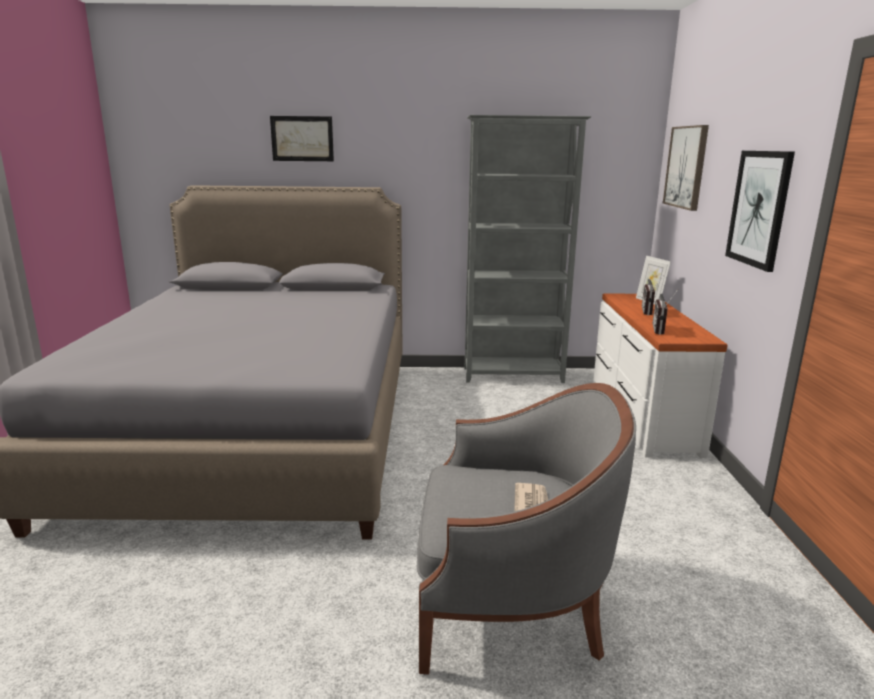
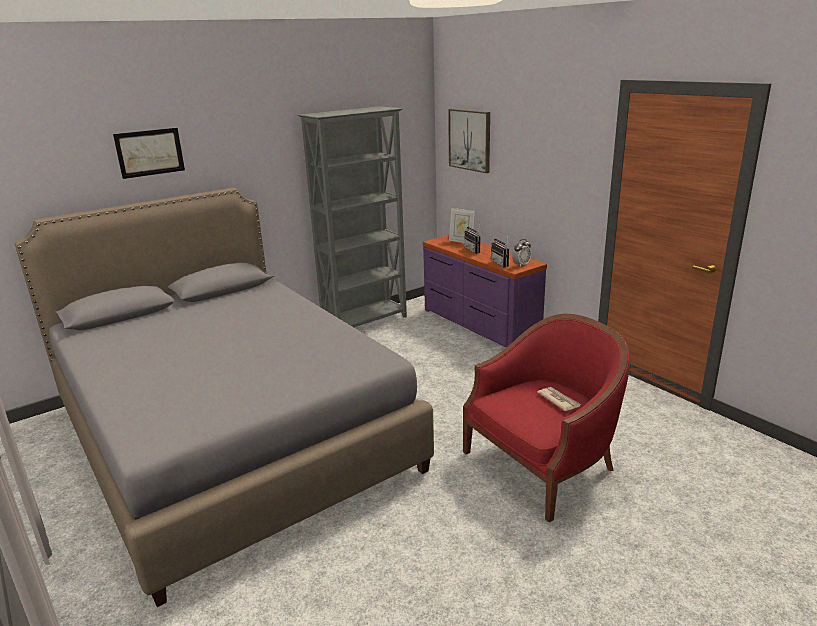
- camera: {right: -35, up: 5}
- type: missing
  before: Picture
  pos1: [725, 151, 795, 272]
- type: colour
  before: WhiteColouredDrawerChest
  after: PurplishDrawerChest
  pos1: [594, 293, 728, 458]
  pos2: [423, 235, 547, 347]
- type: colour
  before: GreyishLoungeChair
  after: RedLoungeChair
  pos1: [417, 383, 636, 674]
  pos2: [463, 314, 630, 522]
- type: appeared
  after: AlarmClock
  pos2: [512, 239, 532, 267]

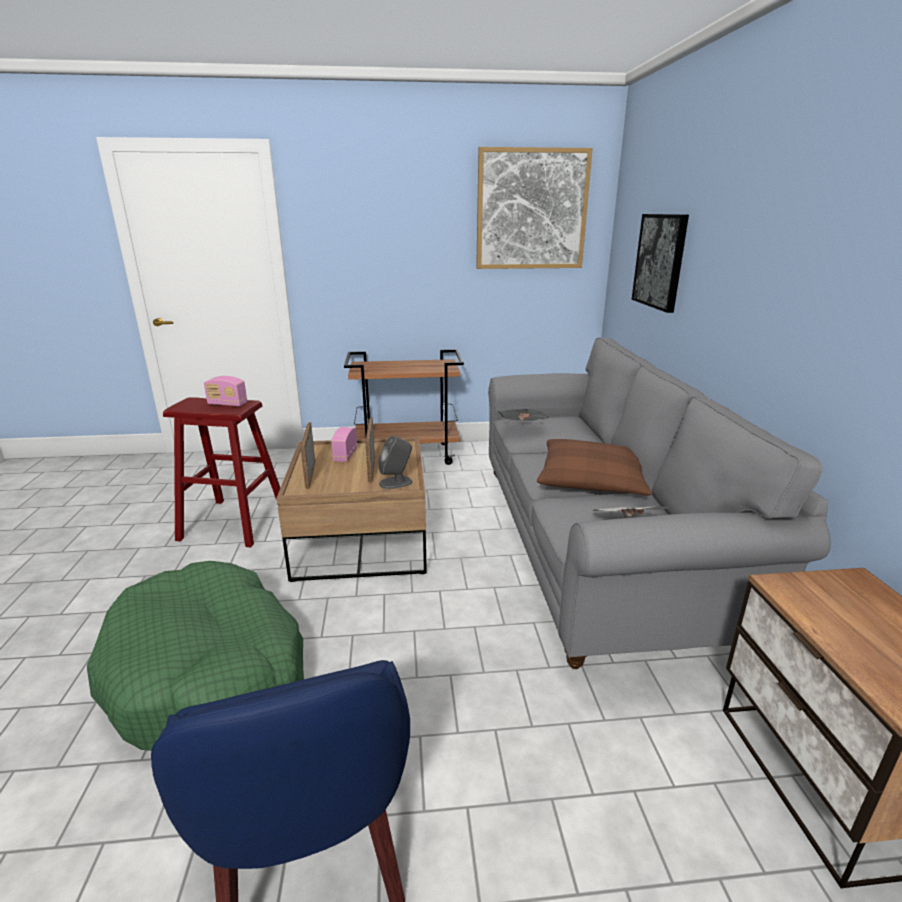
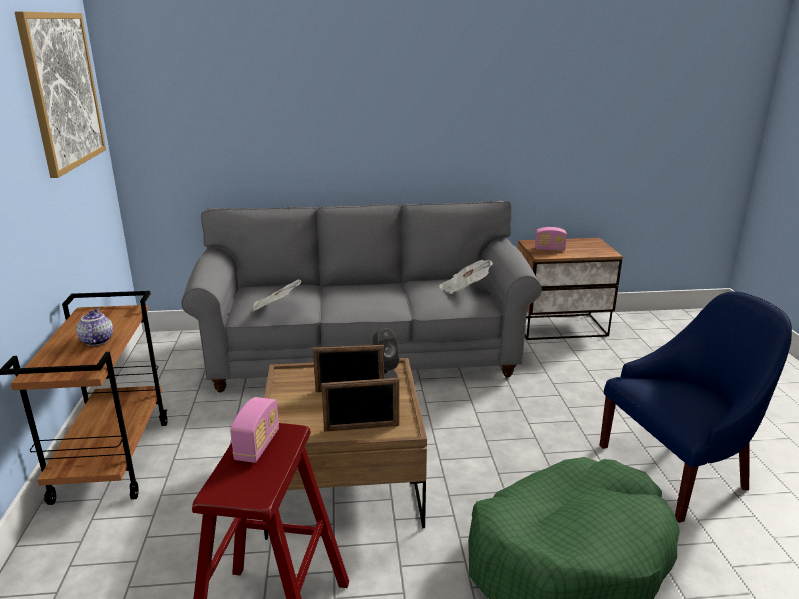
- camera: {right: -90, up: 0}
- type: missing
  before: Picture
  pos1: [631, 214, 689, 313]
- type: relocated
  before: RadioReceiver
  pos1: [331, 427, 357, 462]
  pos2: [535, 227, 567, 251]
- type: missing
  before: BrownColouredCushion
  pos1: [537, 439, 652, 496]
- type: appeared
  after: TeaPot
  pos2: [76, 309, 113, 346]

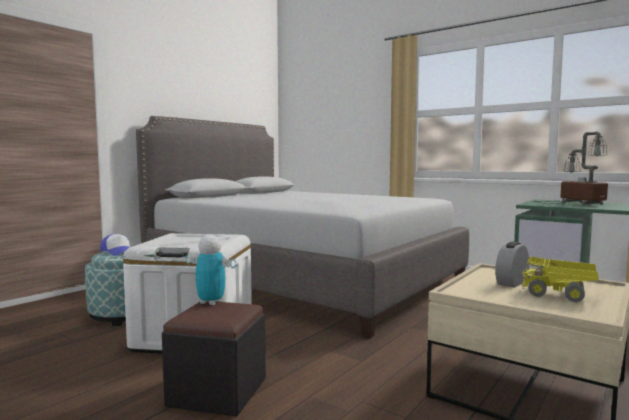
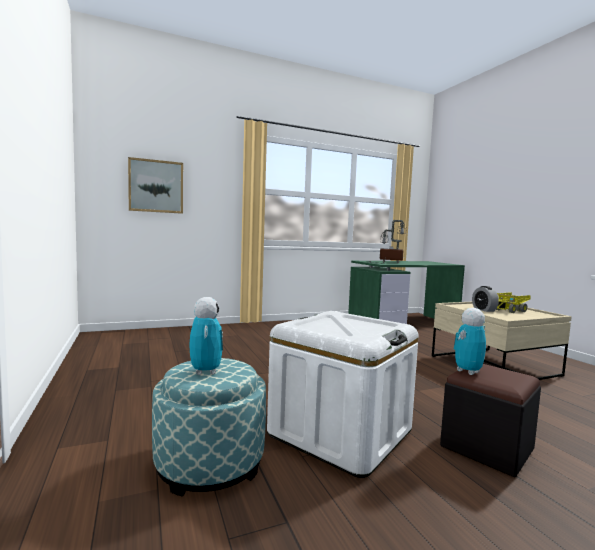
- camera: {right: -60, up: 0}
- type: missing
  before: GreyishSleepingBed
  pos1: [136, 116, 469, 338]
- type: exchanged
  before: BaseballCap
  after: RobotFigure
  pos1: [100, 234, 130, 256]
  pos2: [189, 297, 223, 375]
- type: appeared
  after: Picture
  pos2: [128, 157, 183, 214]

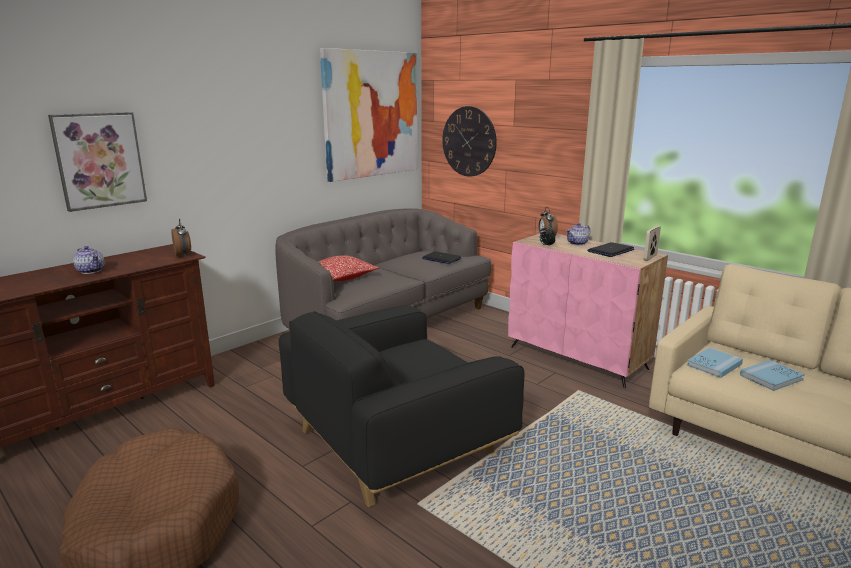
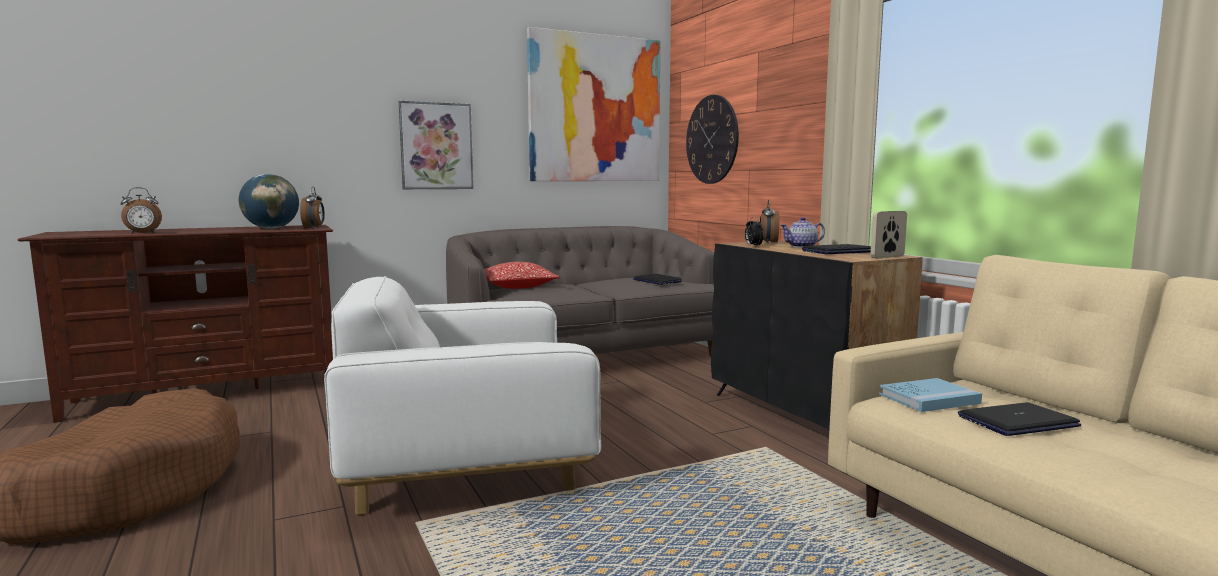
- camera: {right: 20, up: -10}
- type: relocated
  before: Picture
  pos1: [48, 112, 147, 212]
  pos2: [399, 100, 473, 189]
- type: colour
  before: PinkStorageCabinet
  after: BlackColouredStorageCabinet
  pos1: [508, 234, 668, 388]
  pos2: [711, 240, 923, 430]
- type: missing
  before: TeaPot
  pos1: [73, 246, 104, 274]
- type: colour
  before: BlackColouredLoungeChair
  after: WhiteColouredLoungeChair
  pos1: [279, 305, 524, 507]
  pos2: [324, 276, 601, 515]
- type: exchanged
  before: BlueColouredBoundBook
  after: Laptop
  pos1: [740, 360, 805, 391]
  pos2: [958, 402, 1081, 436]
- type: appeared
  after: WorldGlobe
  pos2: [239, 174, 299, 229]
- type: appeared
  after: AlarmClock
  pos2: [121, 187, 162, 234]

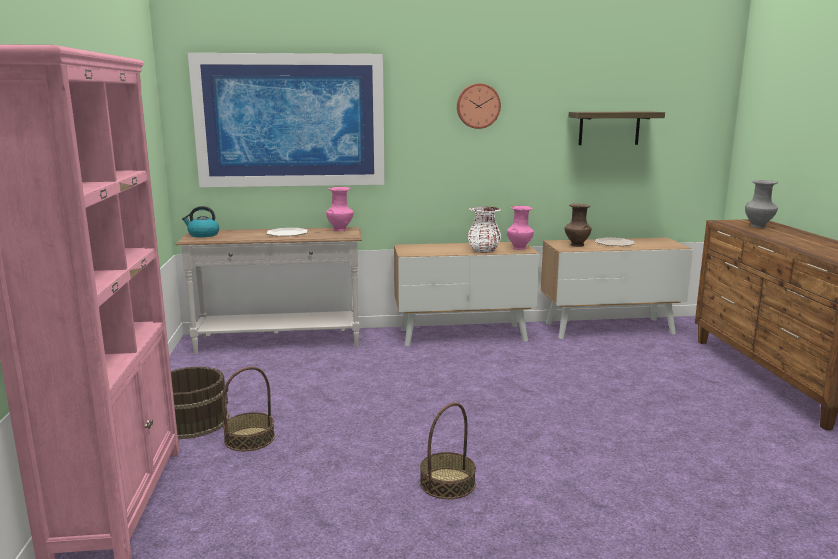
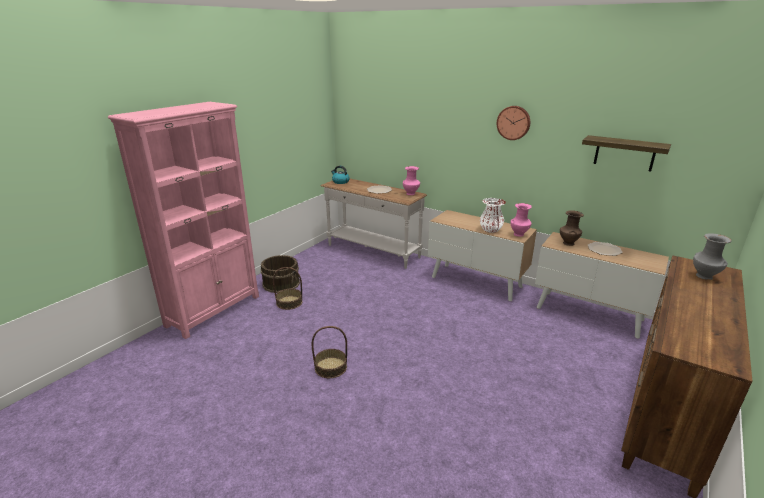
- camera: {right: 40, up: 10}
- type: missing
  before: Picture
  pos1: [188, 53, 385, 187]

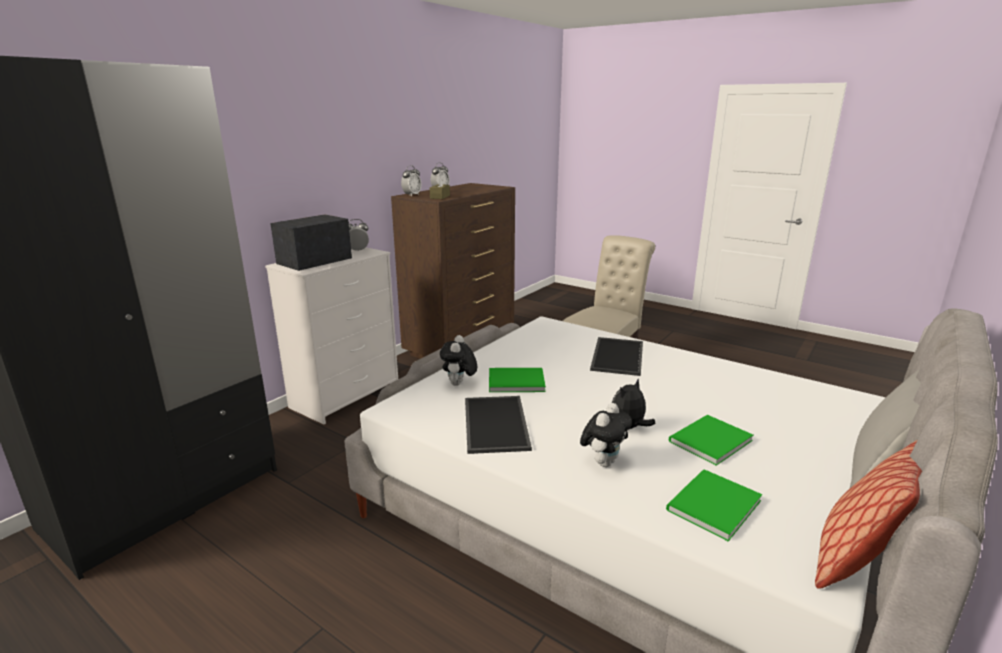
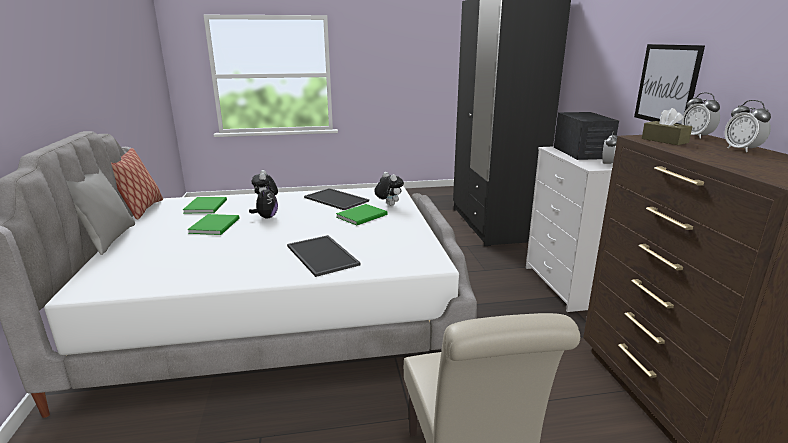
- camera: {right: 135, up: 0}
- type: appeared
  after: Picture
  pos2: [634, 44, 705, 125]

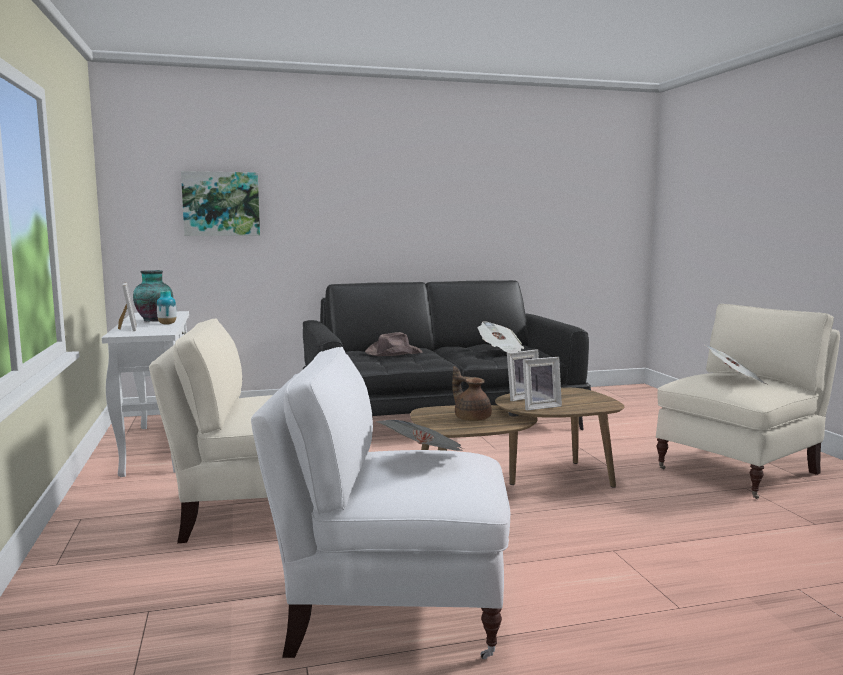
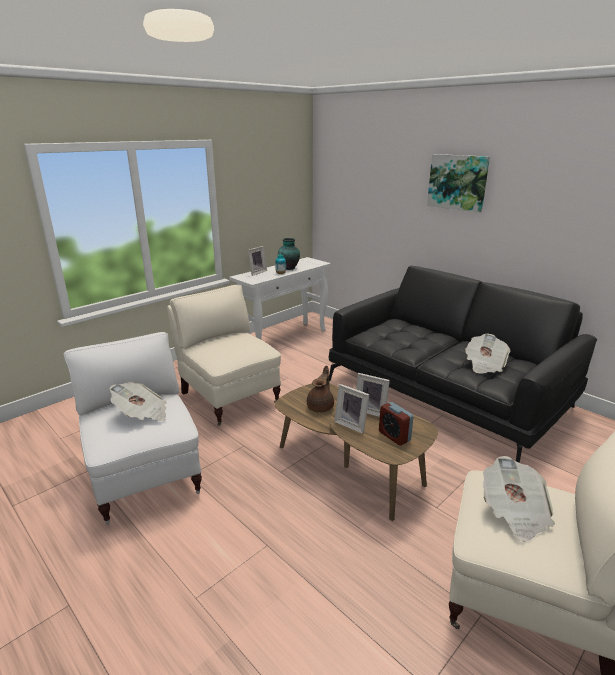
- camera: {right: 60, up: 15}
- type: relocated
  before: Picture
  pos1: [181, 171, 260, 236]
  pos2: [427, 154, 490, 213]
- type: missing
  before: BrownColouredClothingHat
  pos1: [365, 332, 422, 356]
- type: appeared
  after: AlarmClock
  pos2: [379, 402, 413, 446]

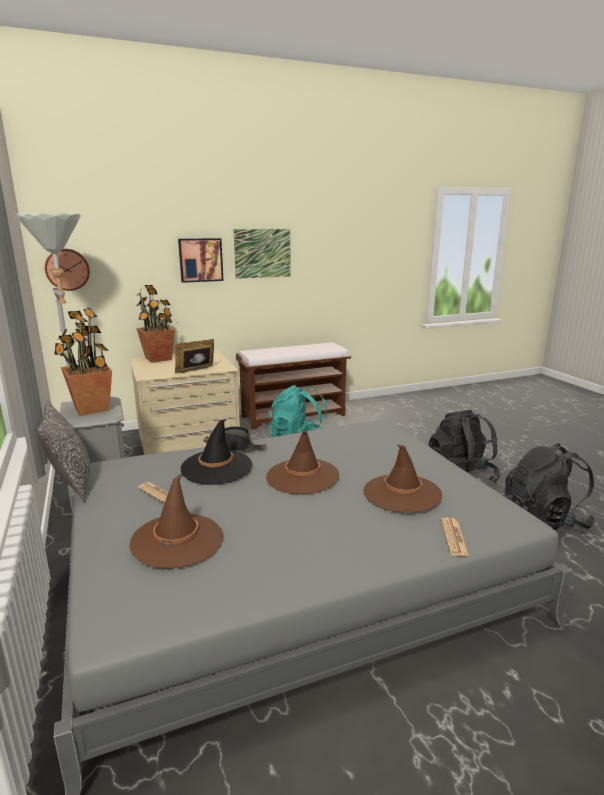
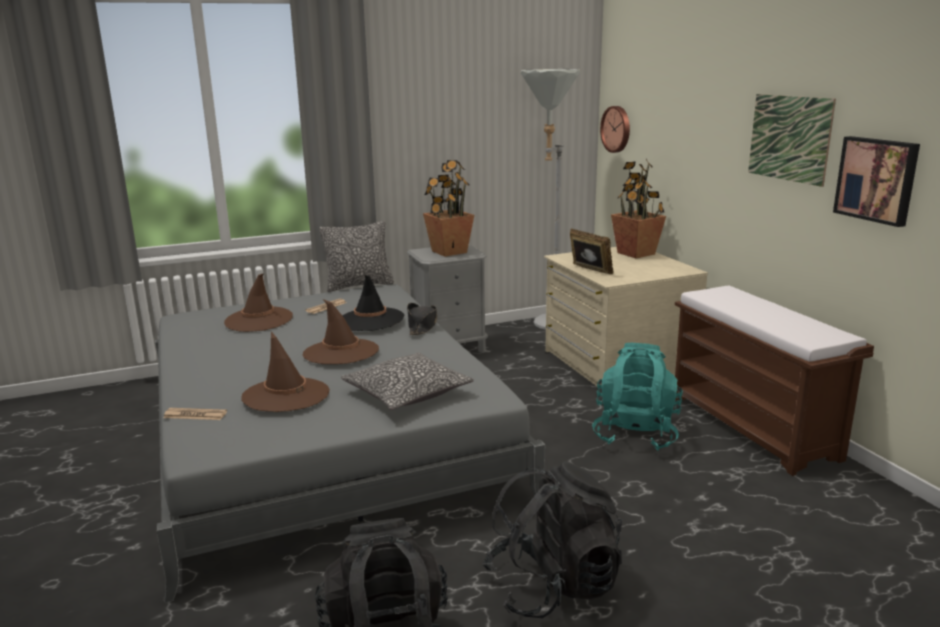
- camera: {right: 90, up: 0}
- type: relocated
  before: Picture
  pos1: [178, 238, 224, 283]
  pos2: [833, 136, 920, 227]
- type: appeared
  after: Cushion
  pos2: [341, 352, 474, 410]

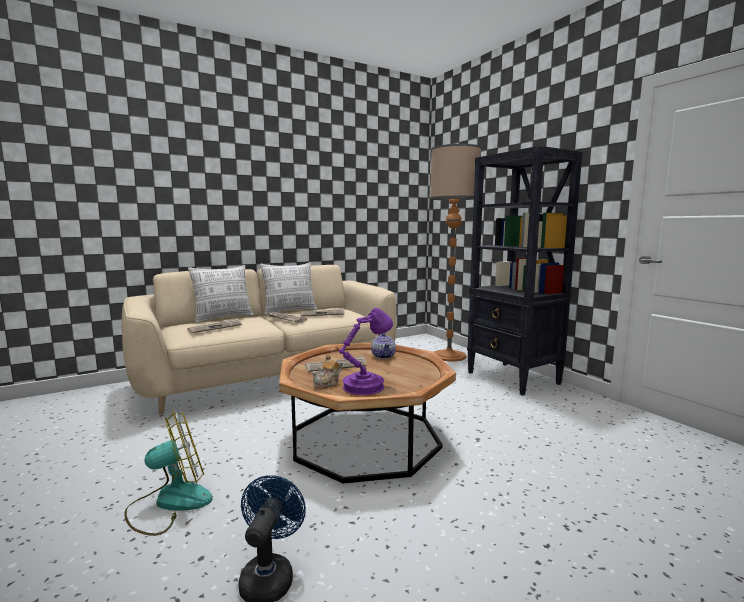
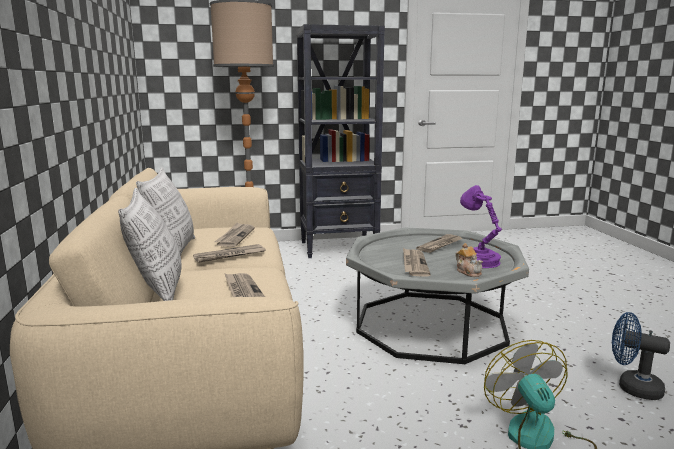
- camera: {right: -70, up: 5}
- type: missing
  before: TeaPot
  pos1: [371, 333, 396, 359]
- type: colour
  before: BrownColouredLowTable
  after: GreyishLowTable
  pos1: [279, 343, 456, 483]
  pos2: [346, 228, 529, 364]
- type: appeared
  after: DailyPaper
  pos2: [416, 234, 463, 253]

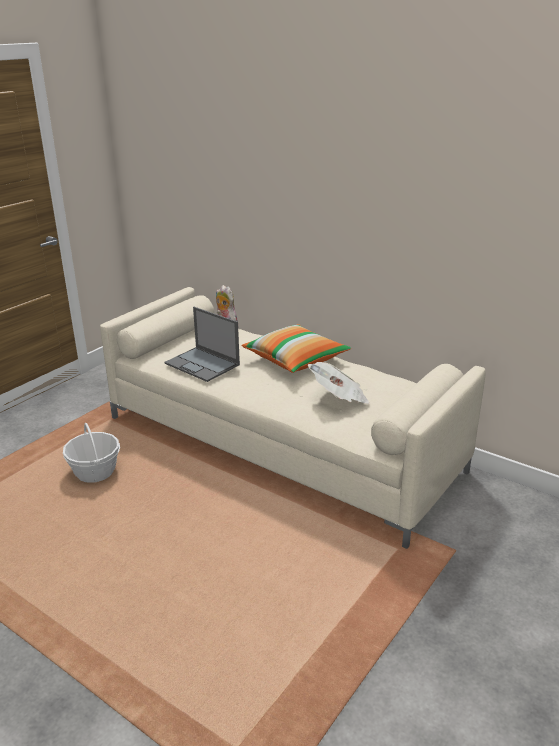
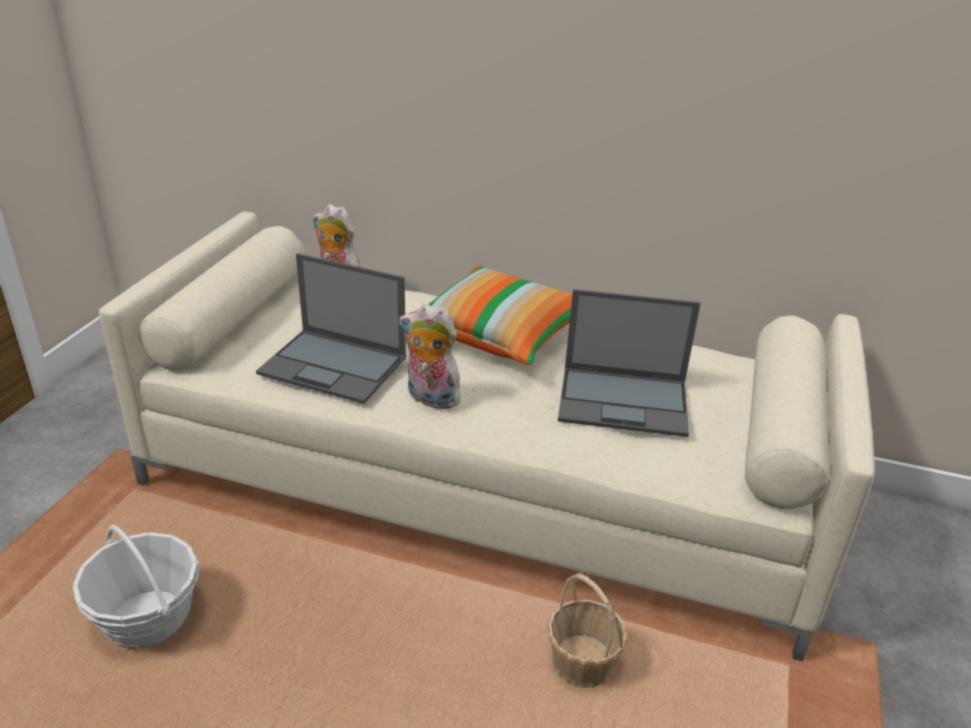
- camera: {right: -20, up: 5}
- type: exchanged
  before: DailyPaper
  after: Laptop
  pos1: [308, 362, 369, 404]
  pos2: [558, 289, 700, 437]
- type: appeared
  after: SoftToy
  pos2: [399, 304, 461, 411]
- type: appeared
  after: HouseholdBasket
  pos2: [547, 574, 627, 688]

